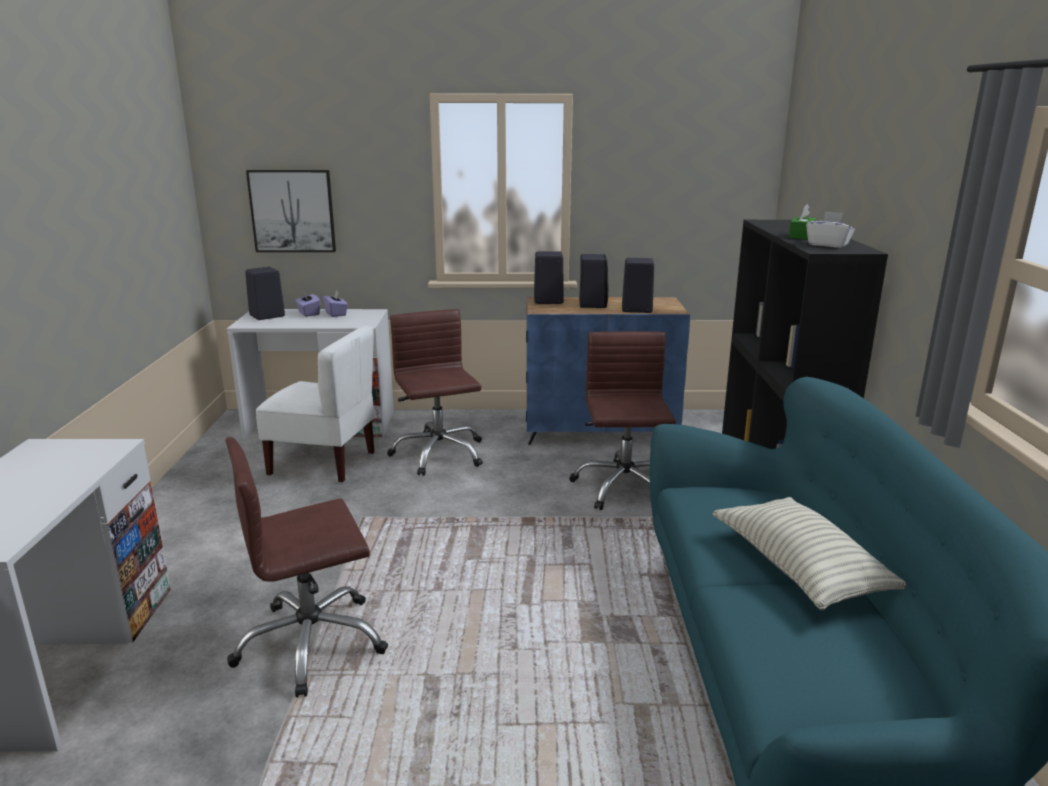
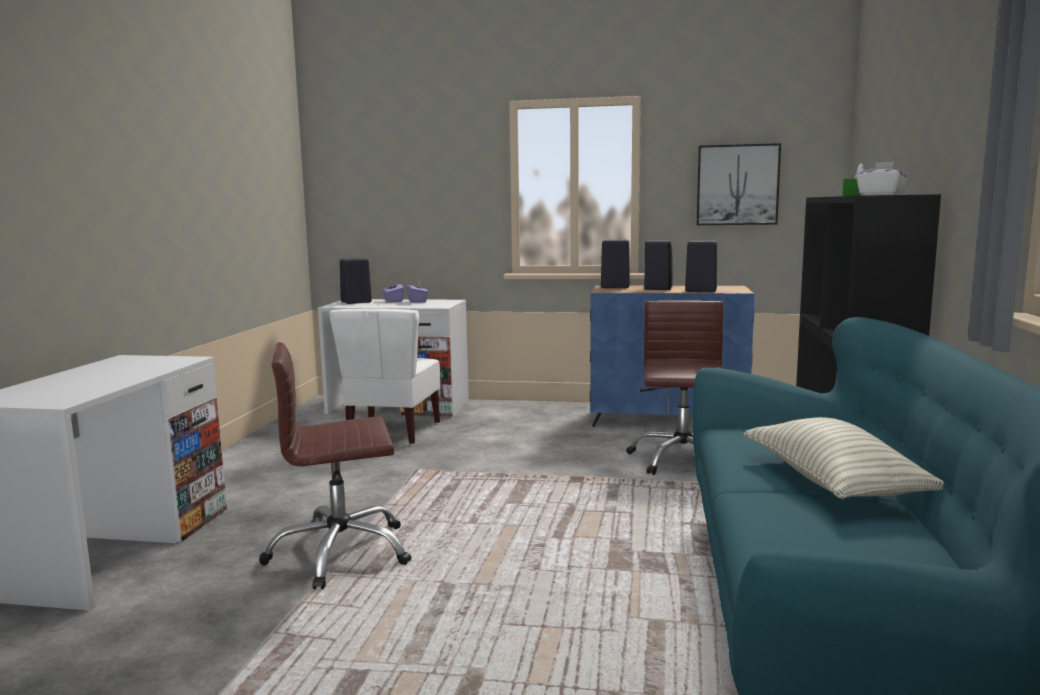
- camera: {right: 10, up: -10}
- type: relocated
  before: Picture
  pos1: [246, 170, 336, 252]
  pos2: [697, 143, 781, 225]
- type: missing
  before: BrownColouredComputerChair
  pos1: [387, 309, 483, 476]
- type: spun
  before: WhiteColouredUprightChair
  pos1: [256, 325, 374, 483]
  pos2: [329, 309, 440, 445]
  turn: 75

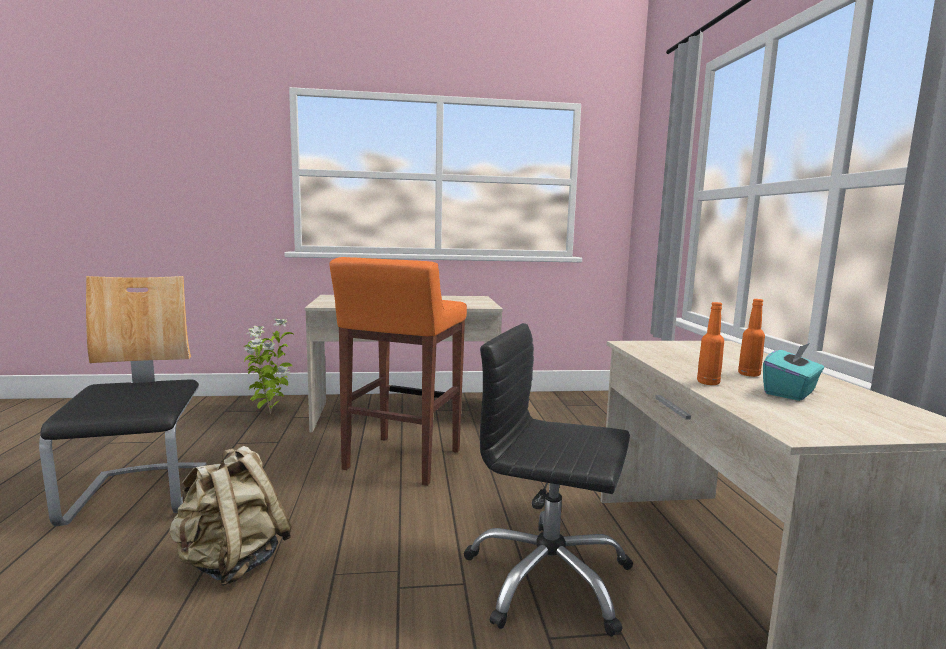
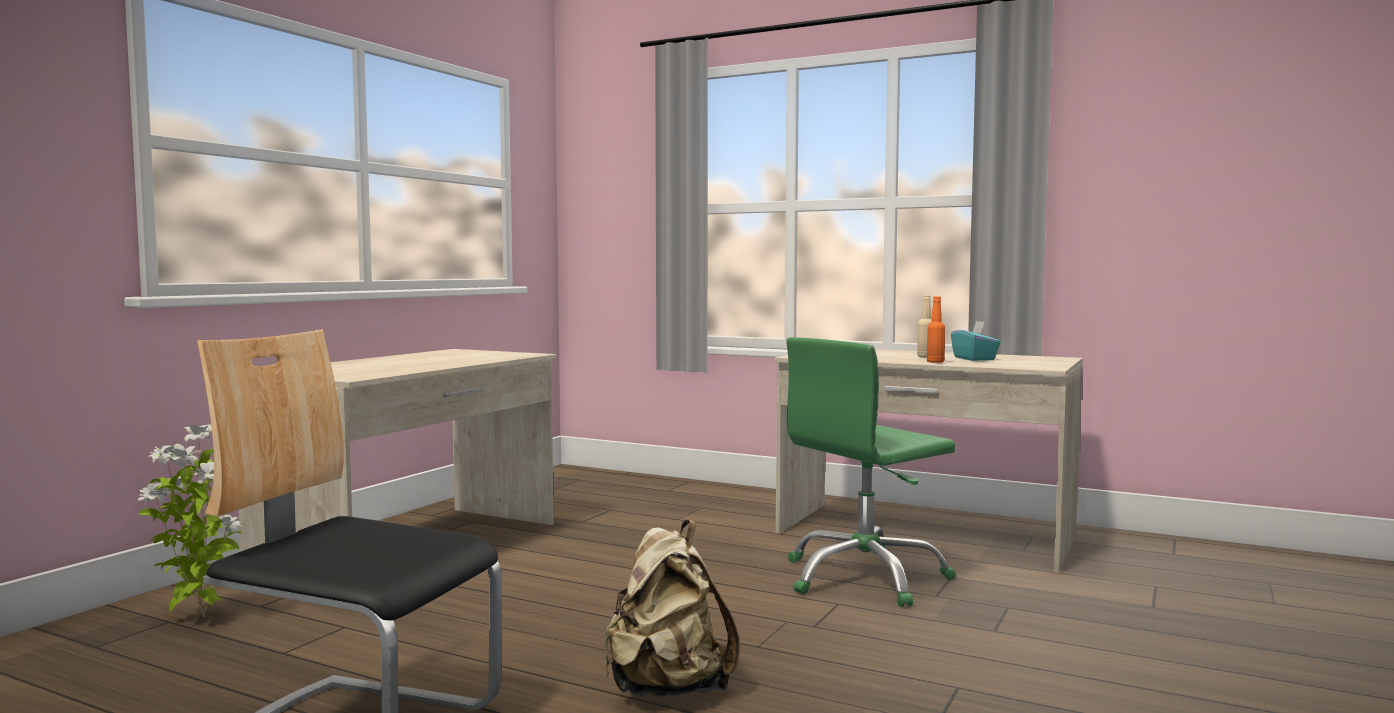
- camera: {right: -55, up: -5}
- type: missing
  before: OrangeColouredStool
  pos1: [330, 257, 467, 486]
- type: colour
  before: OrangeColouredDrinkBottle
  after: BeigeDrinkBottle
  pos1: [738, 299, 765, 377]
  pos2: [917, 295, 932, 358]
- type: colour
  before: BlackColouredComputerChair
  after: GreenColouredComputerChair
  pos1: [464, 323, 633, 636]
  pos2: [786, 337, 956, 607]

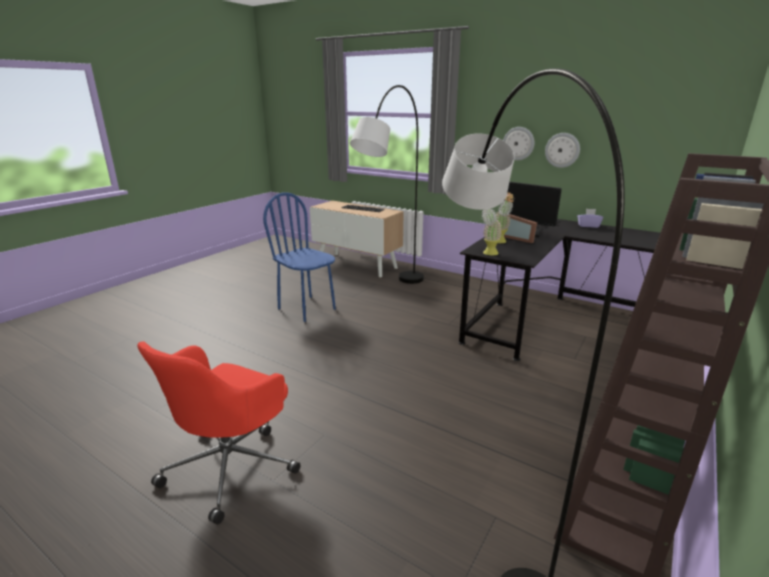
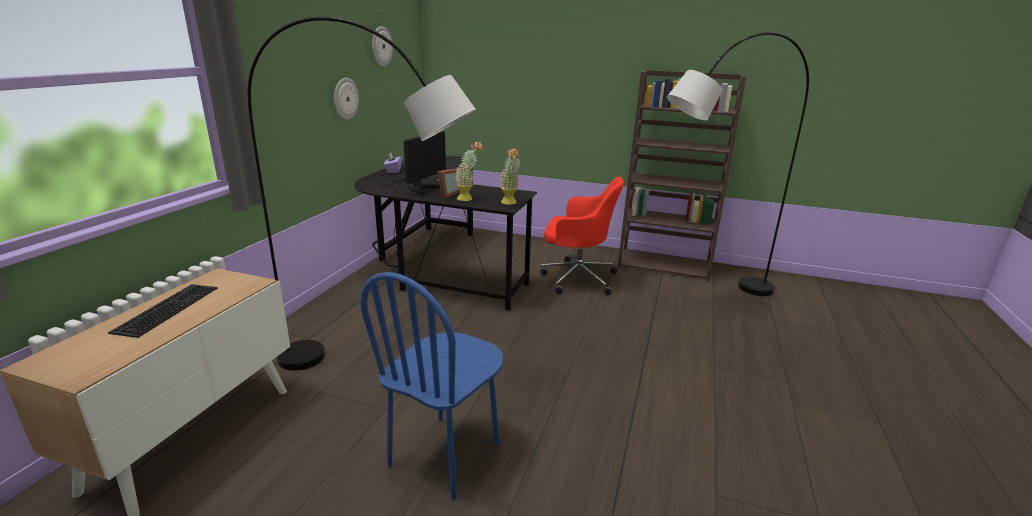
- camera: {right: -105, up: 0}
- type: relocated
  before: ClockOnTheWall
  pos1: [503, 127, 535, 160]
  pos2: [372, 26, 393, 66]
- type: relocated
  before: RedComputerChair
  pos1: [137, 341, 300, 525]
  pos2: [540, 177, 624, 295]

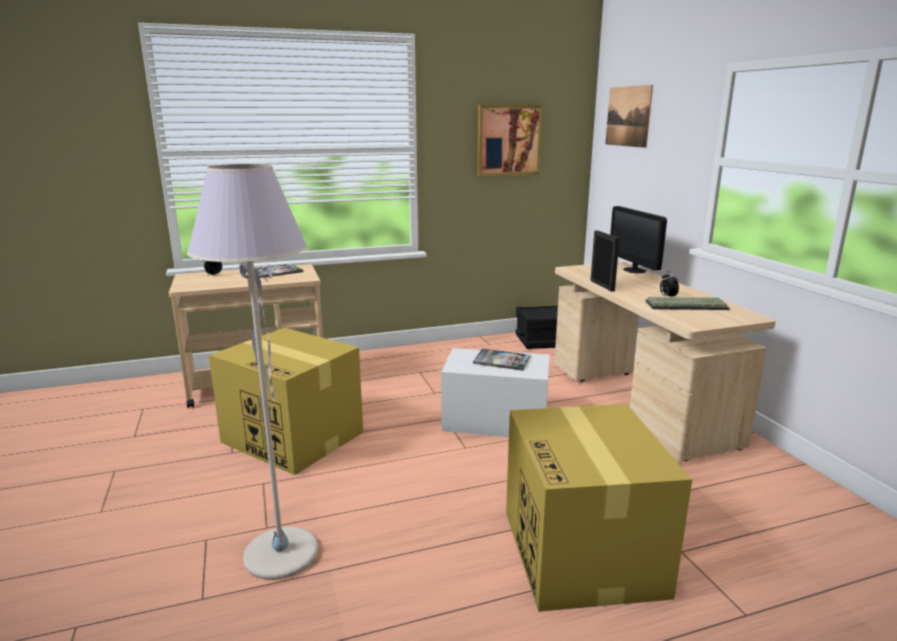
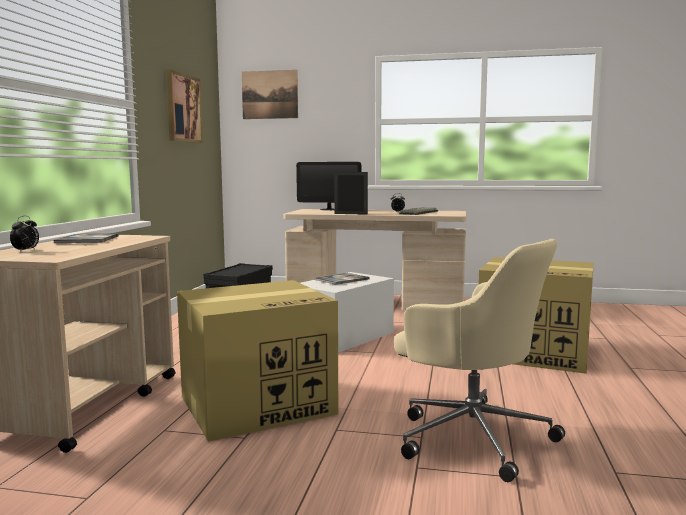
- camera: {right: -60, up: -10}
- type: exchanged
  before: GreyishStandardLamp
  after: BeigeComputerChair
  pos1: [187, 164, 319, 580]
  pos2: [394, 239, 565, 482]

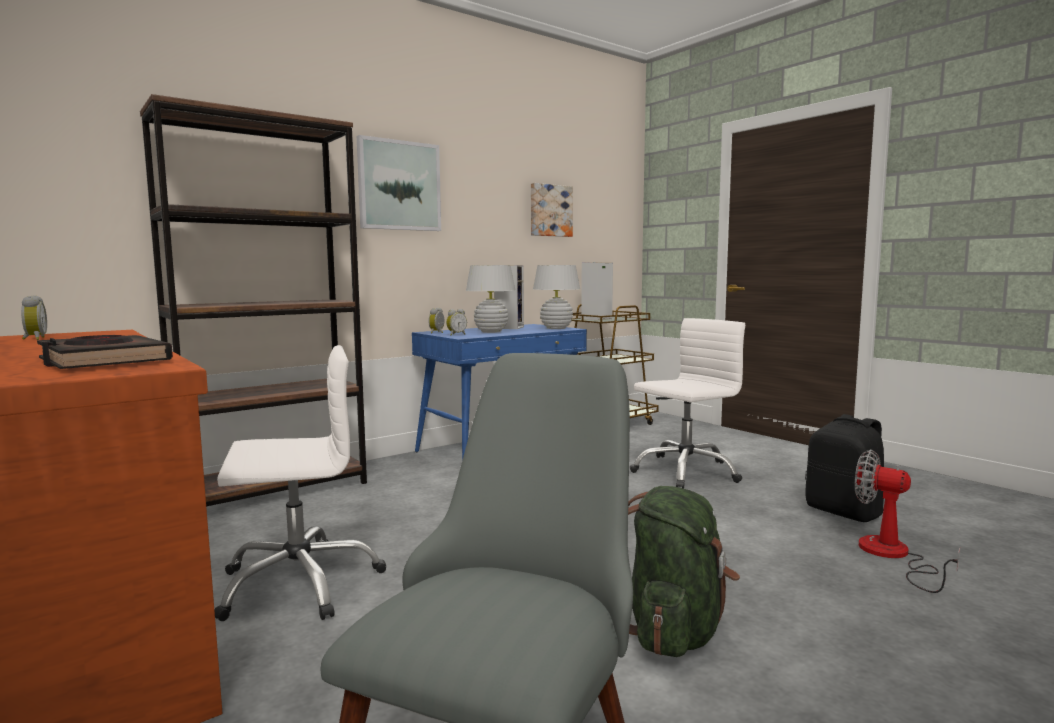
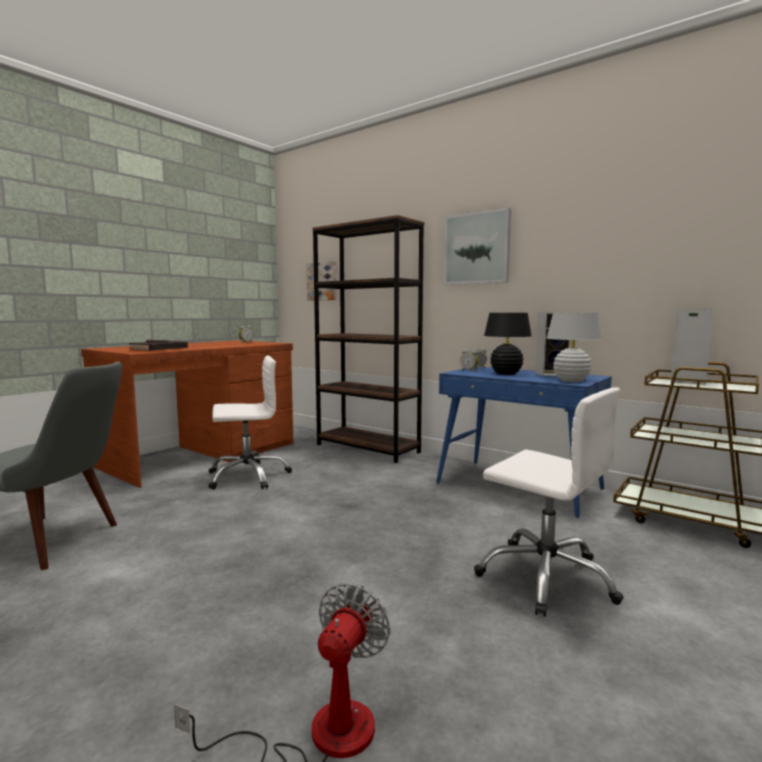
- camera: {right: 75, up: 0}
- type: relocated
  before: Picture
  pos1: [531, 183, 573, 237]
  pos2: [306, 261, 336, 301]
- type: colour
  before: WhiteColouredTableLamp
  after: BlackColouredTableLamp
  pos1: [466, 265, 516, 333]
  pos2: [484, 313, 532, 375]
- type: spun
  before: WhiteColouredComputerChair
  pos1: [214, 345, 386, 621]
  pos2: [208, 355, 292, 489]
  turn: -75
- type: missing
  before: BlackColouredKnapsack
  pos1: [805, 414, 884, 522]
- type: missing
  before: GreenColouredKnapsack
  pos1: [628, 486, 740, 657]

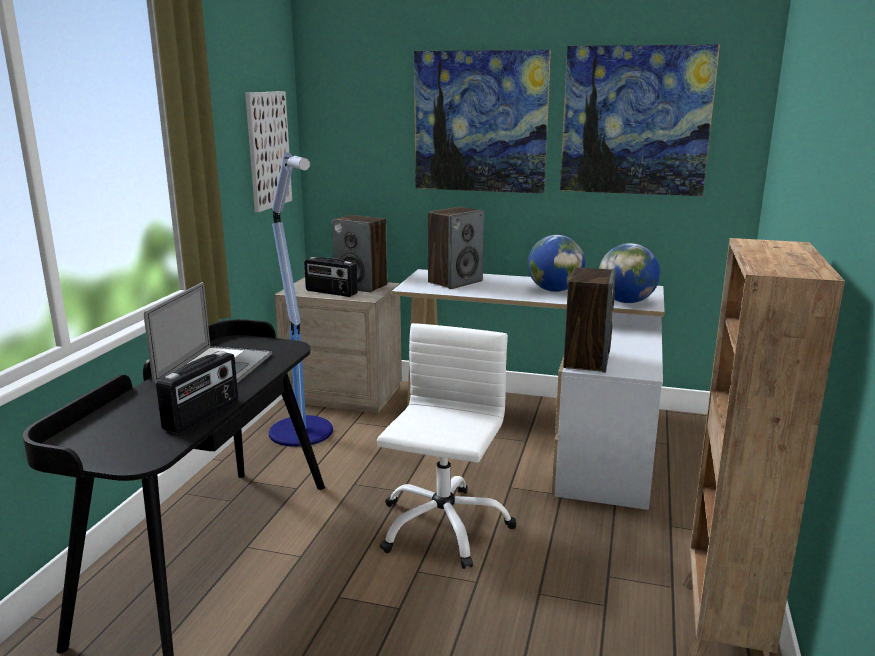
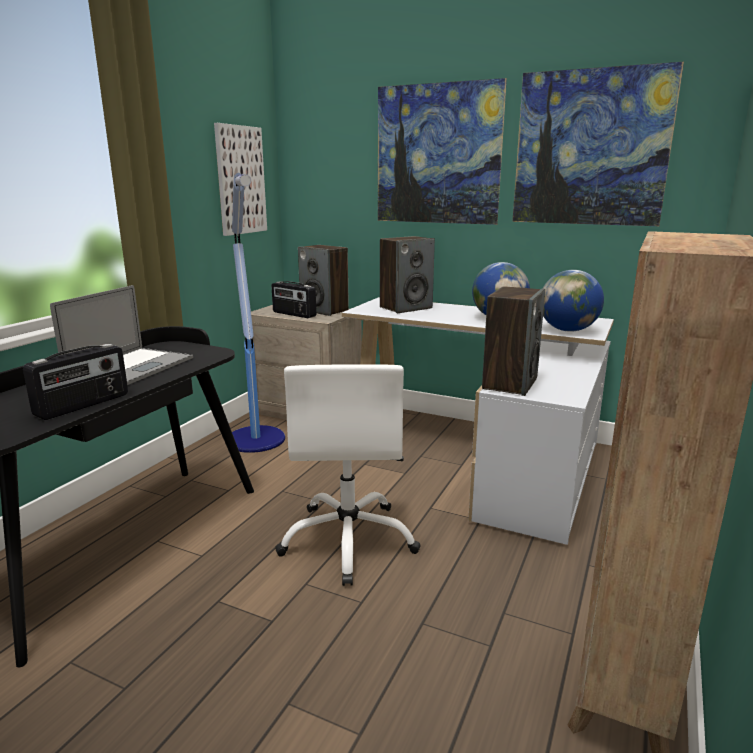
- camera: {right: 10, up: 0}
- type: spun
  before: WhiteColouredComputerChair
  pos1: [377, 323, 517, 569]
  pos2: [275, 364, 421, 586]
  turn: 150

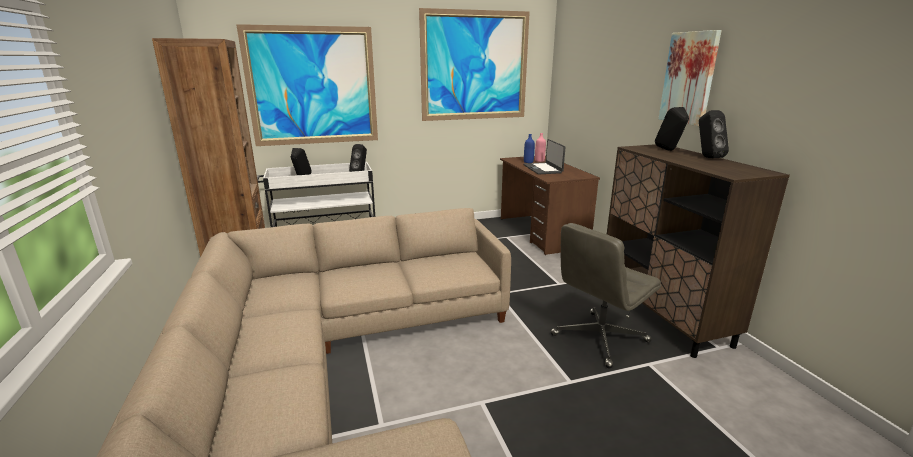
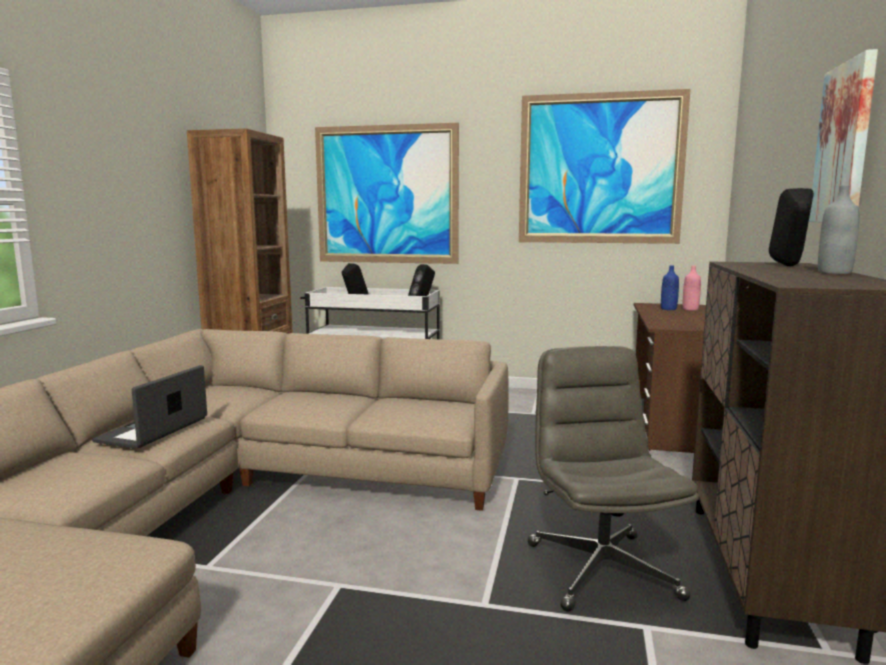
- camera: {right: 30, up: -10}
- type: exchanged
  before: BlackColouredSpeaker
  after: GreyishDrinkBottle
  pos1: [699, 110, 729, 158]
  pos2: [818, 185, 860, 274]
- type: relocated
  before: Laptop
  pos1: [524, 139, 565, 175]
  pos2: [92, 365, 207, 449]
- type: spun
  before: GreyishComputerChair
  pos1: [551, 223, 661, 368]
  pos2: [528, 346, 699, 612]
  turn: 90

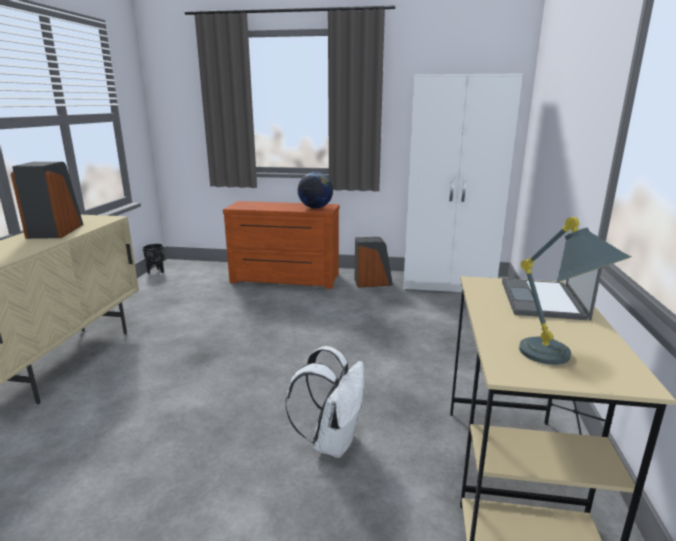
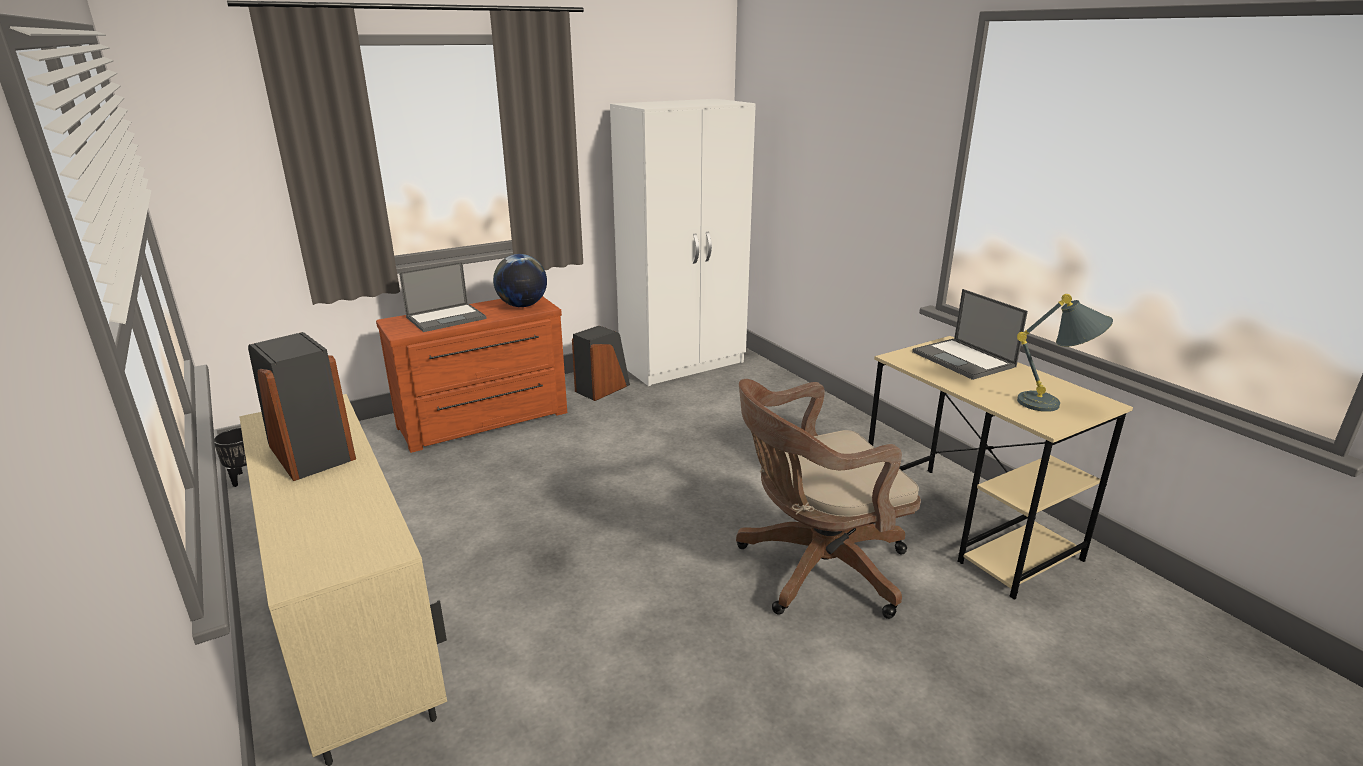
- camera: {right: -40, up: 5}
- type: exchanged
  before: WhiteColouredKnapsack
  after: BrownColouredComputerChair
  pos1: [285, 346, 364, 458]
  pos2: [736, 379, 921, 619]
- type: appeared
  after: Laptop
  pos2: [399, 262, 487, 332]

